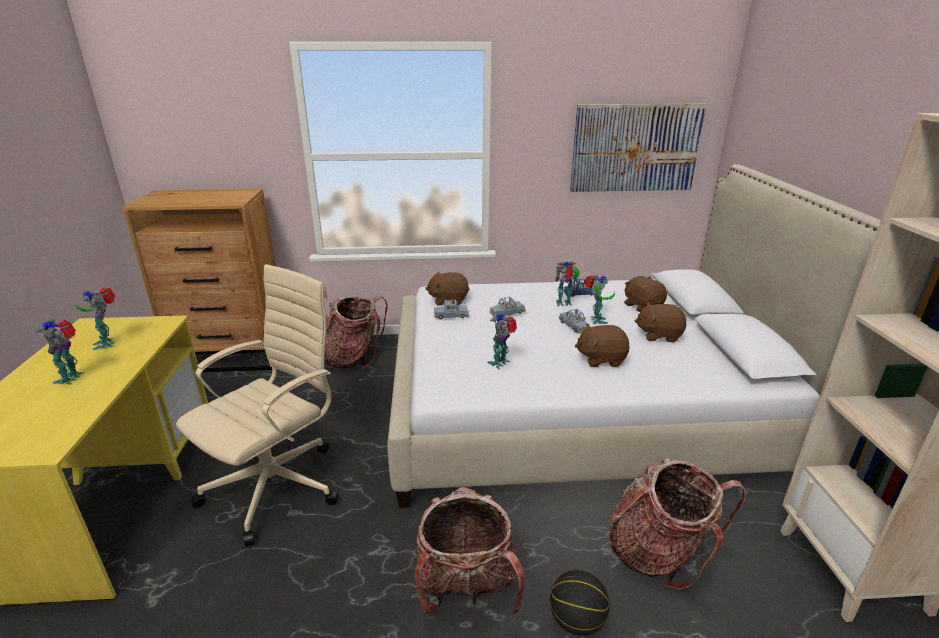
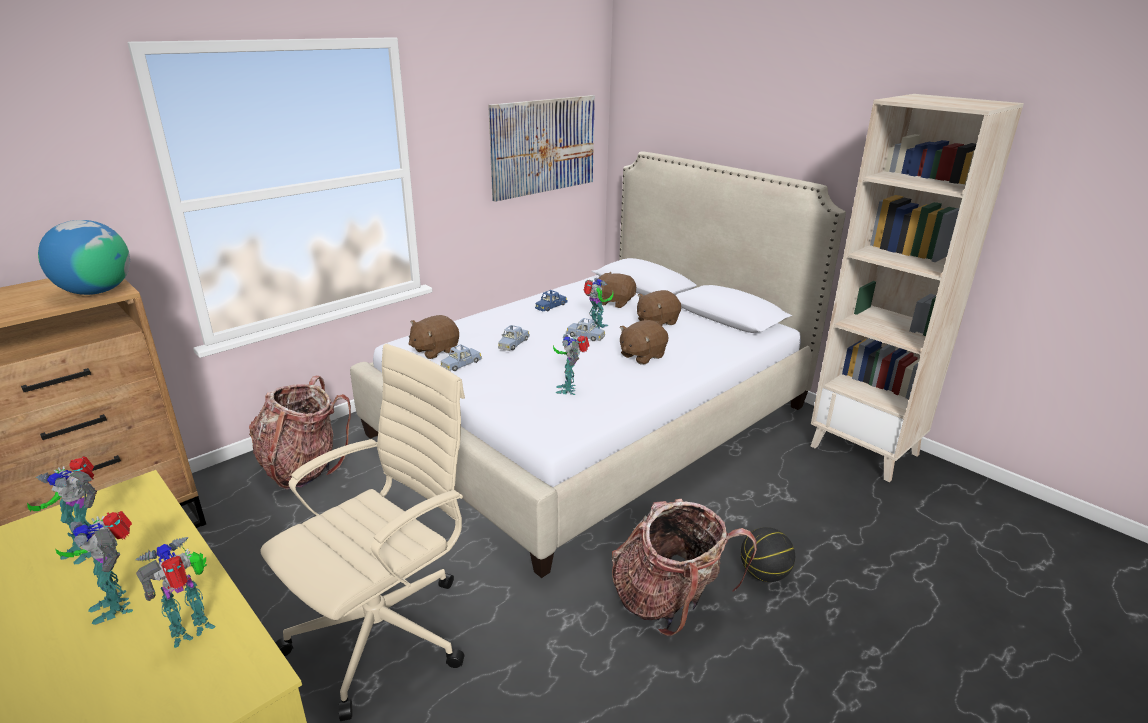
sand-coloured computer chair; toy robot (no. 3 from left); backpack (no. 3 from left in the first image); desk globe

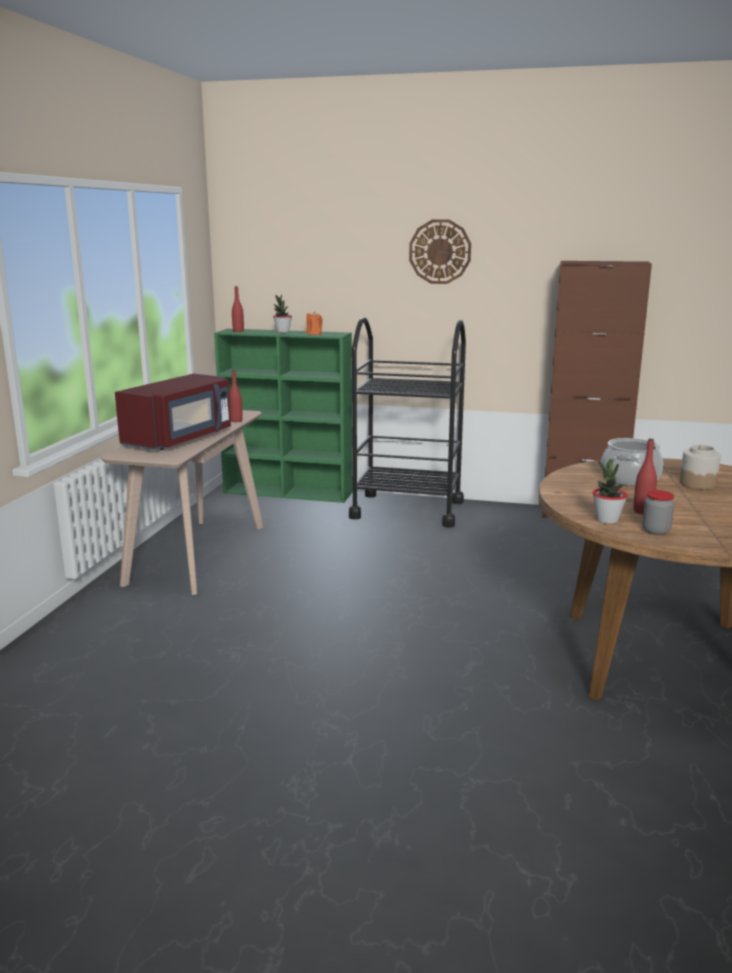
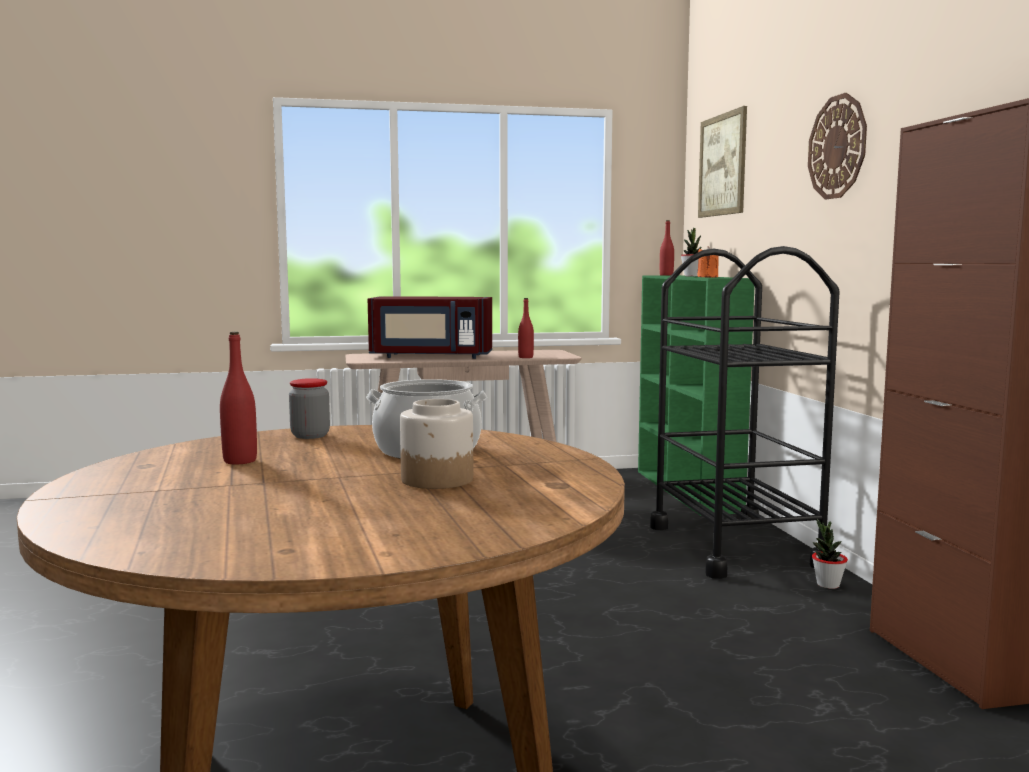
potted plant (no. 2 from left); jar (no. 1 from left); wall art

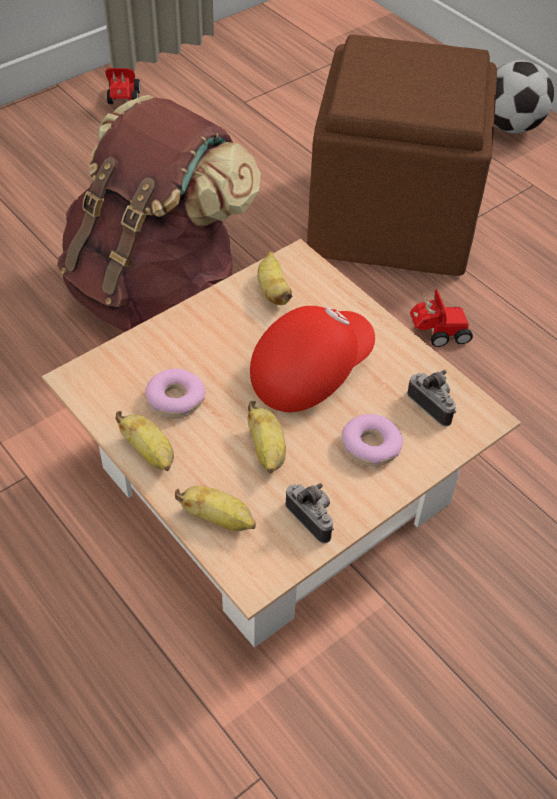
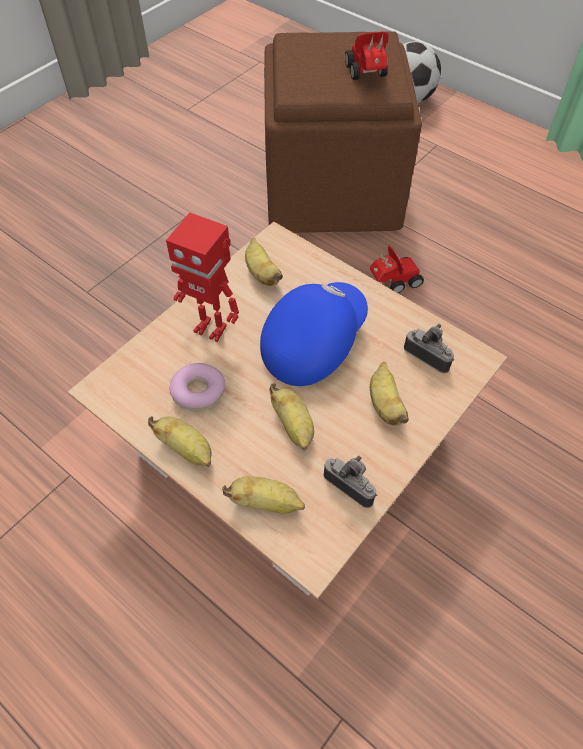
brownish backpack; miniature car (no. 1 from left); bluish baseball cap; banana fruit (no. 5 from left); toy robot

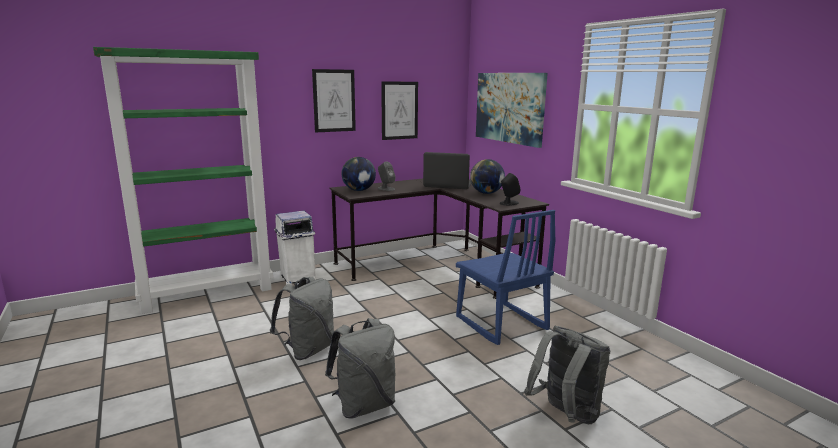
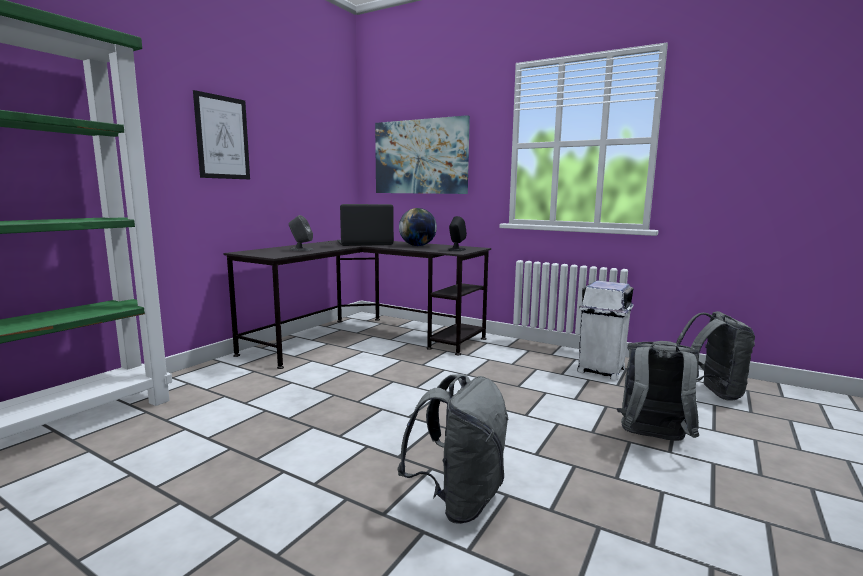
greyish backpack (no. 3 from left); white-coloured waste bin; desk globe (no. 1 from left in the first image); wall art (no. 2 from left in the first image); bluish upright chair

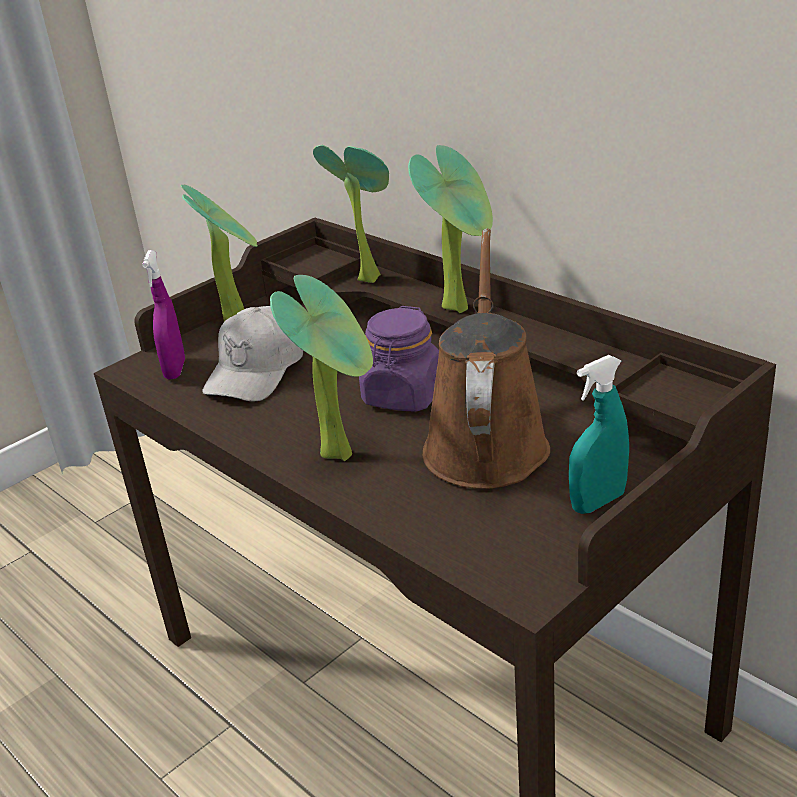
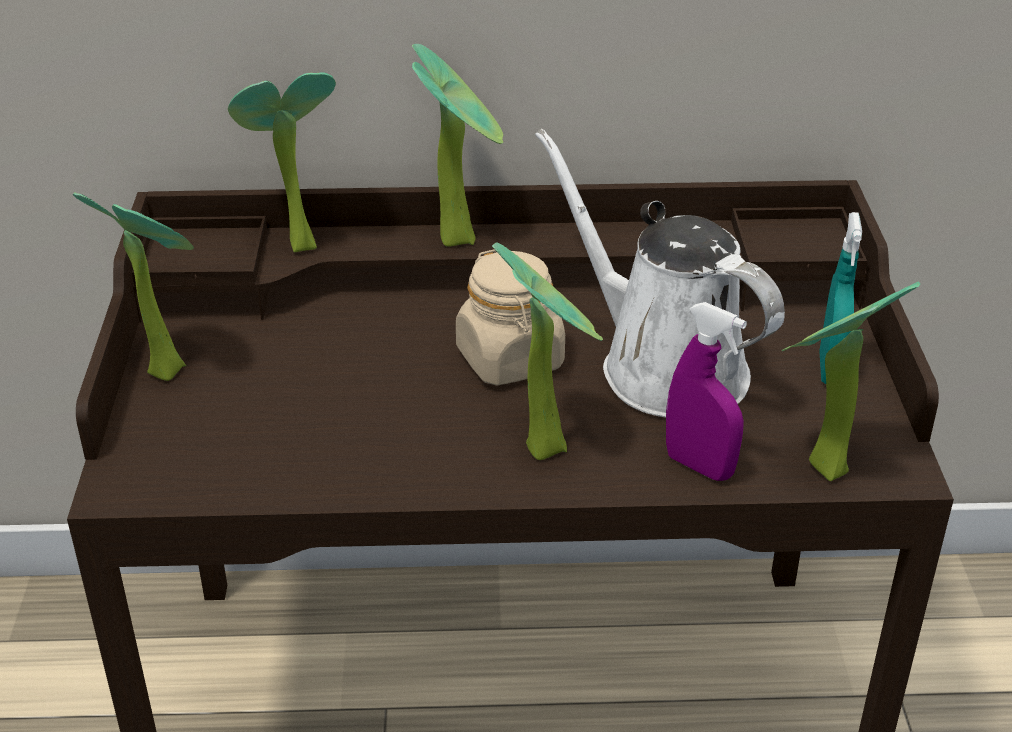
purplish sprayer; white-coloured baseball cap; sand-coloured jar; white-coloured watering can; potted plant (no. 5 from left)

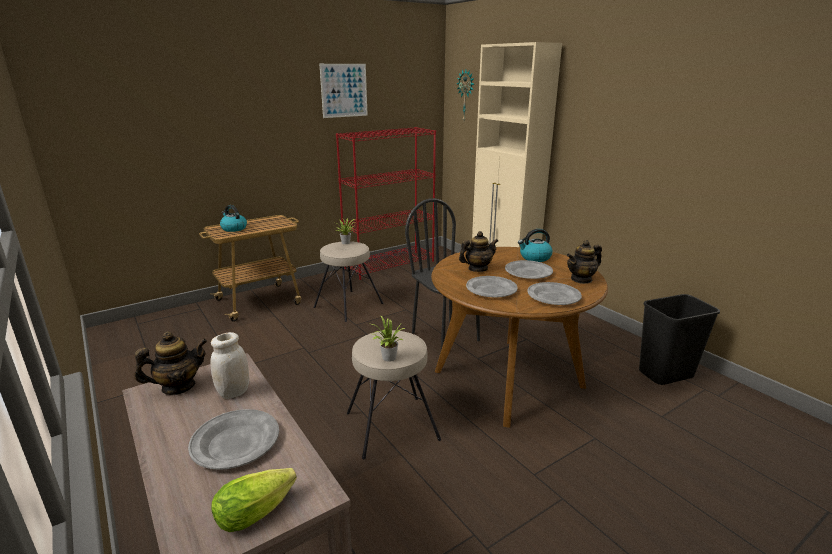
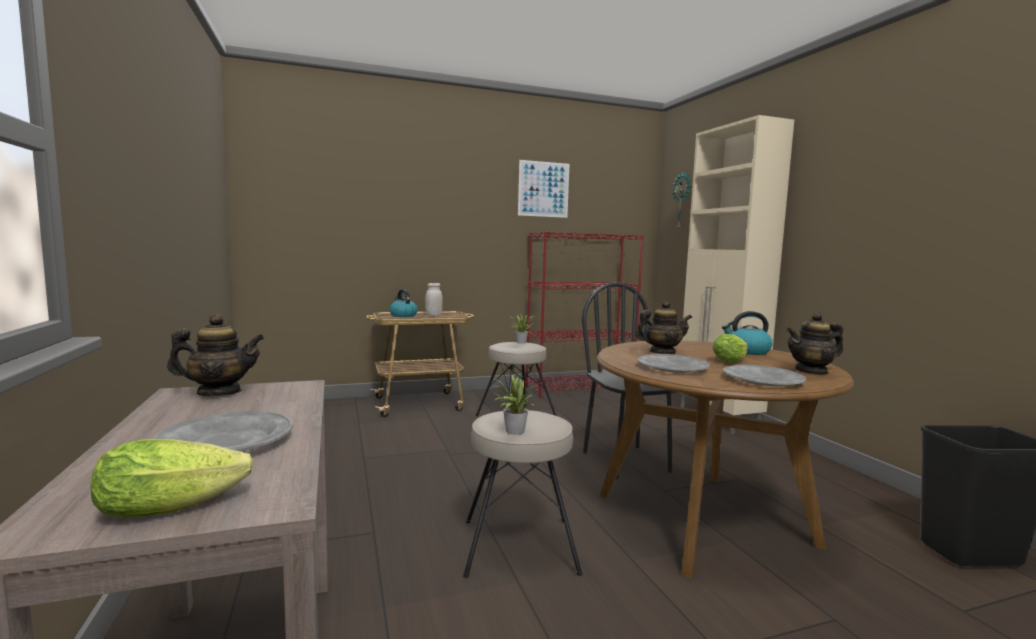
white-coloured jar; head of lettuce (no. 2 from left)

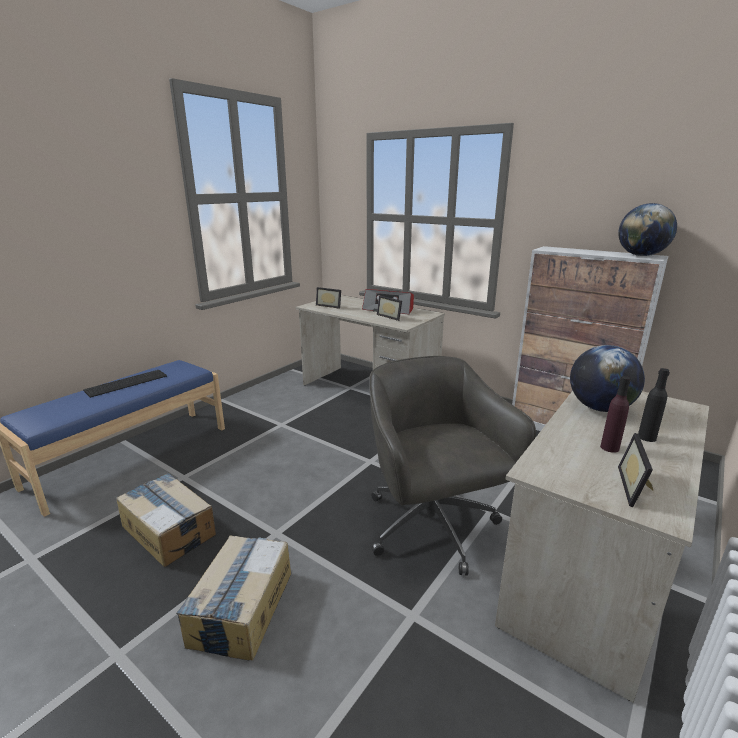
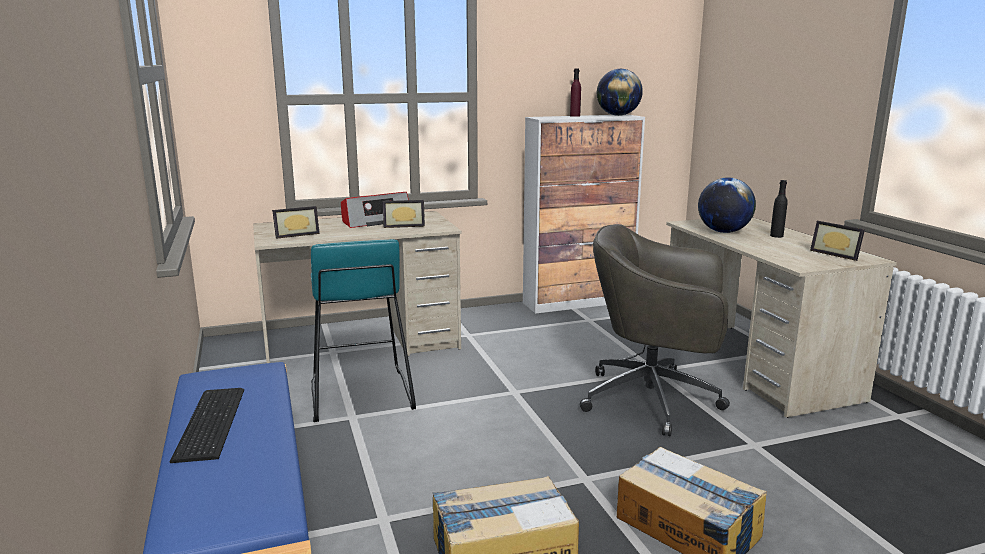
purplish bottle; turquoise sitting stool

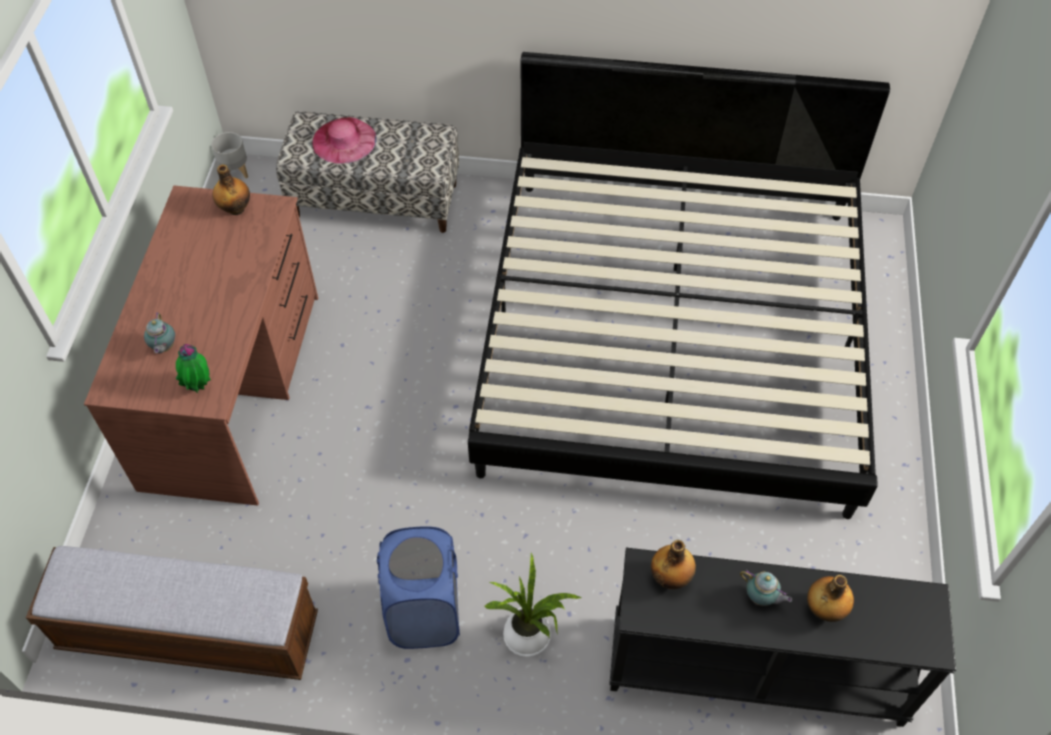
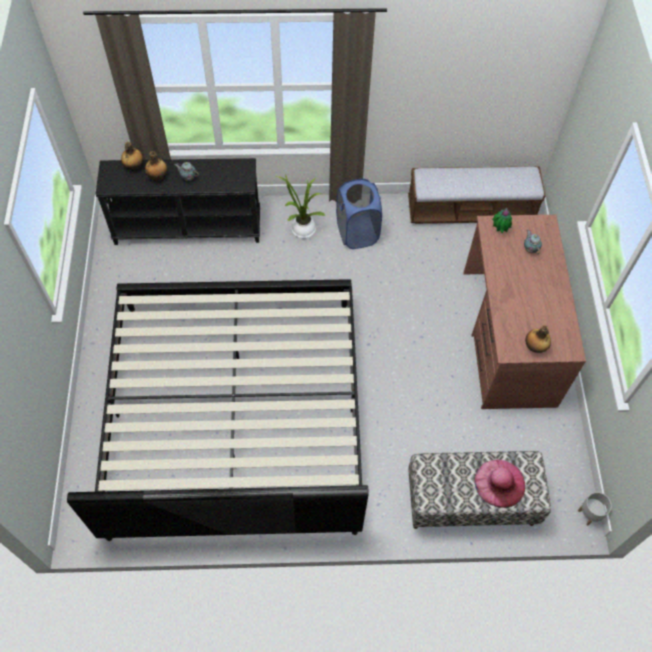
bottle (no. 1 from left)

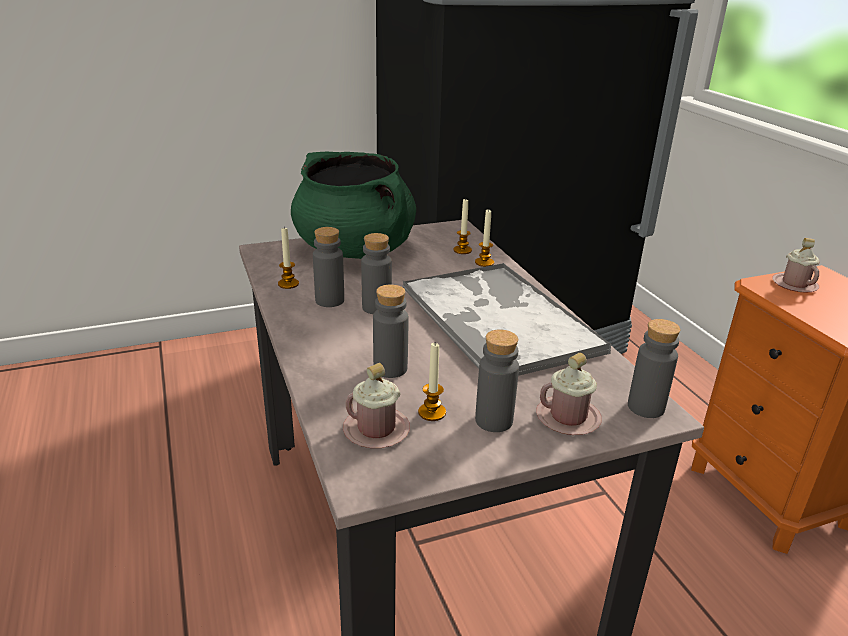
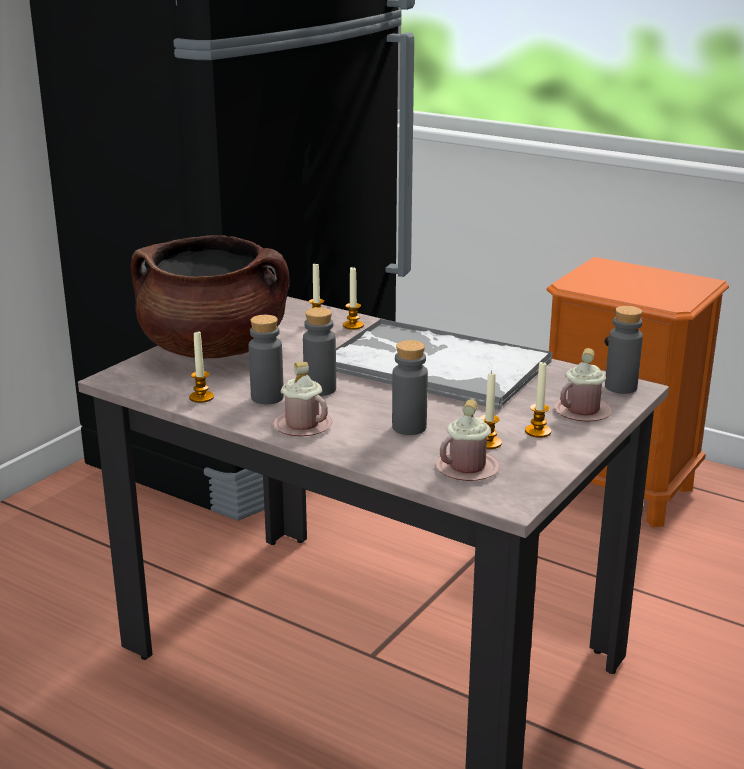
brownish stockpot; wax candle (no. 5 from left); pink mug (no. 1 from left)

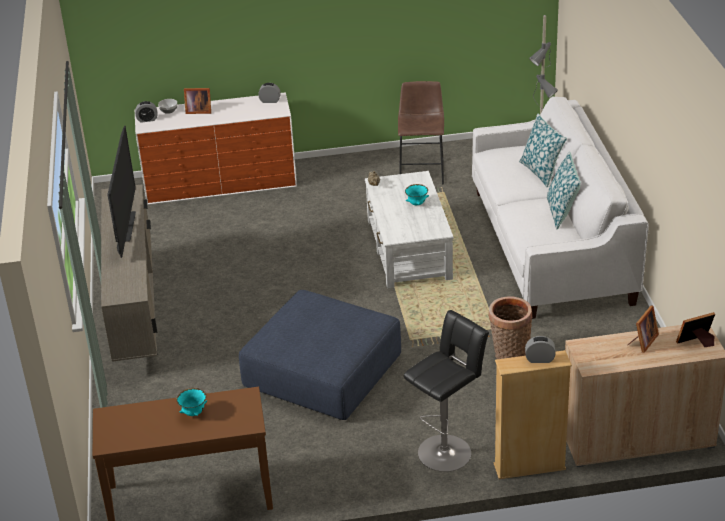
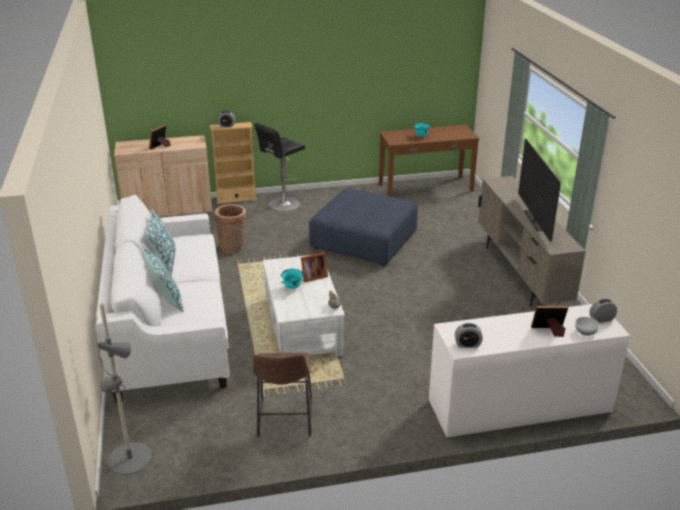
picture frame (no. 2 from left)

